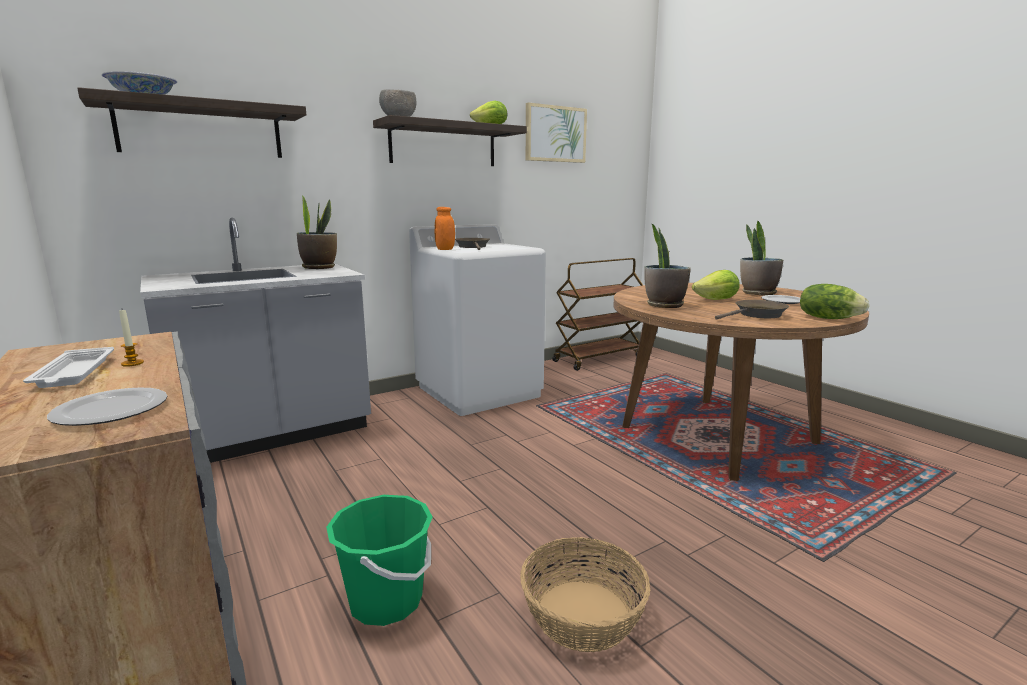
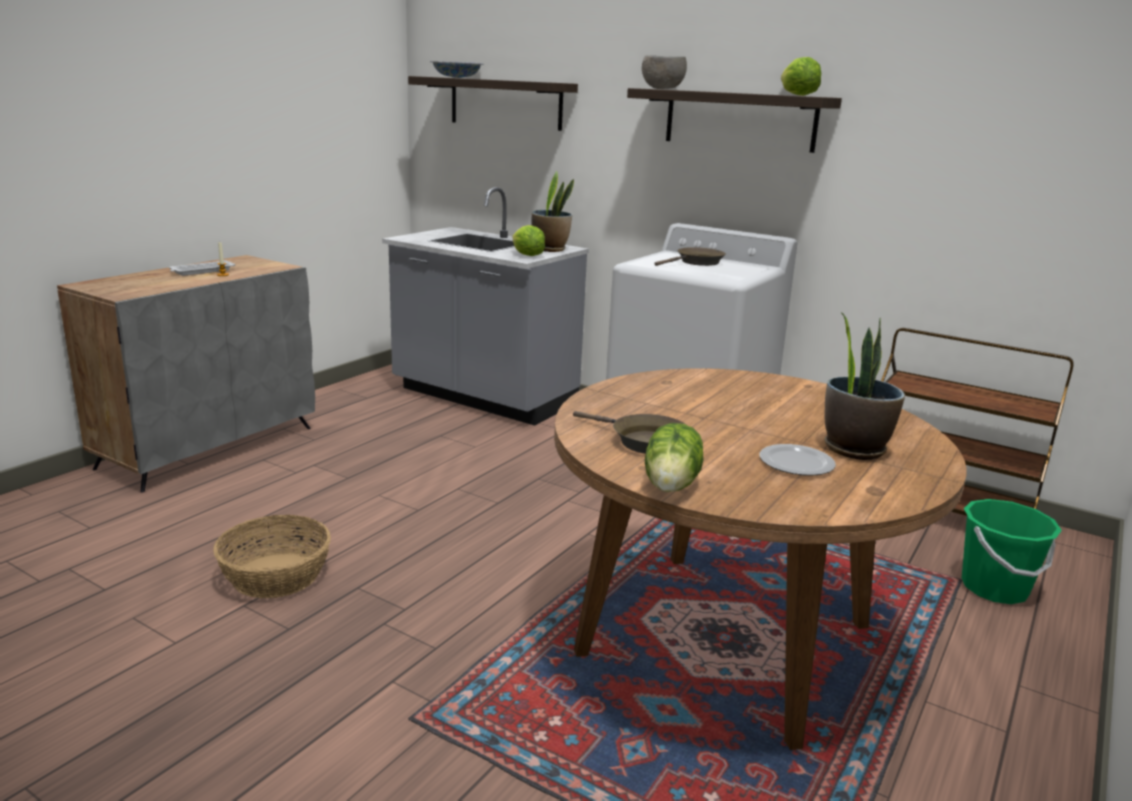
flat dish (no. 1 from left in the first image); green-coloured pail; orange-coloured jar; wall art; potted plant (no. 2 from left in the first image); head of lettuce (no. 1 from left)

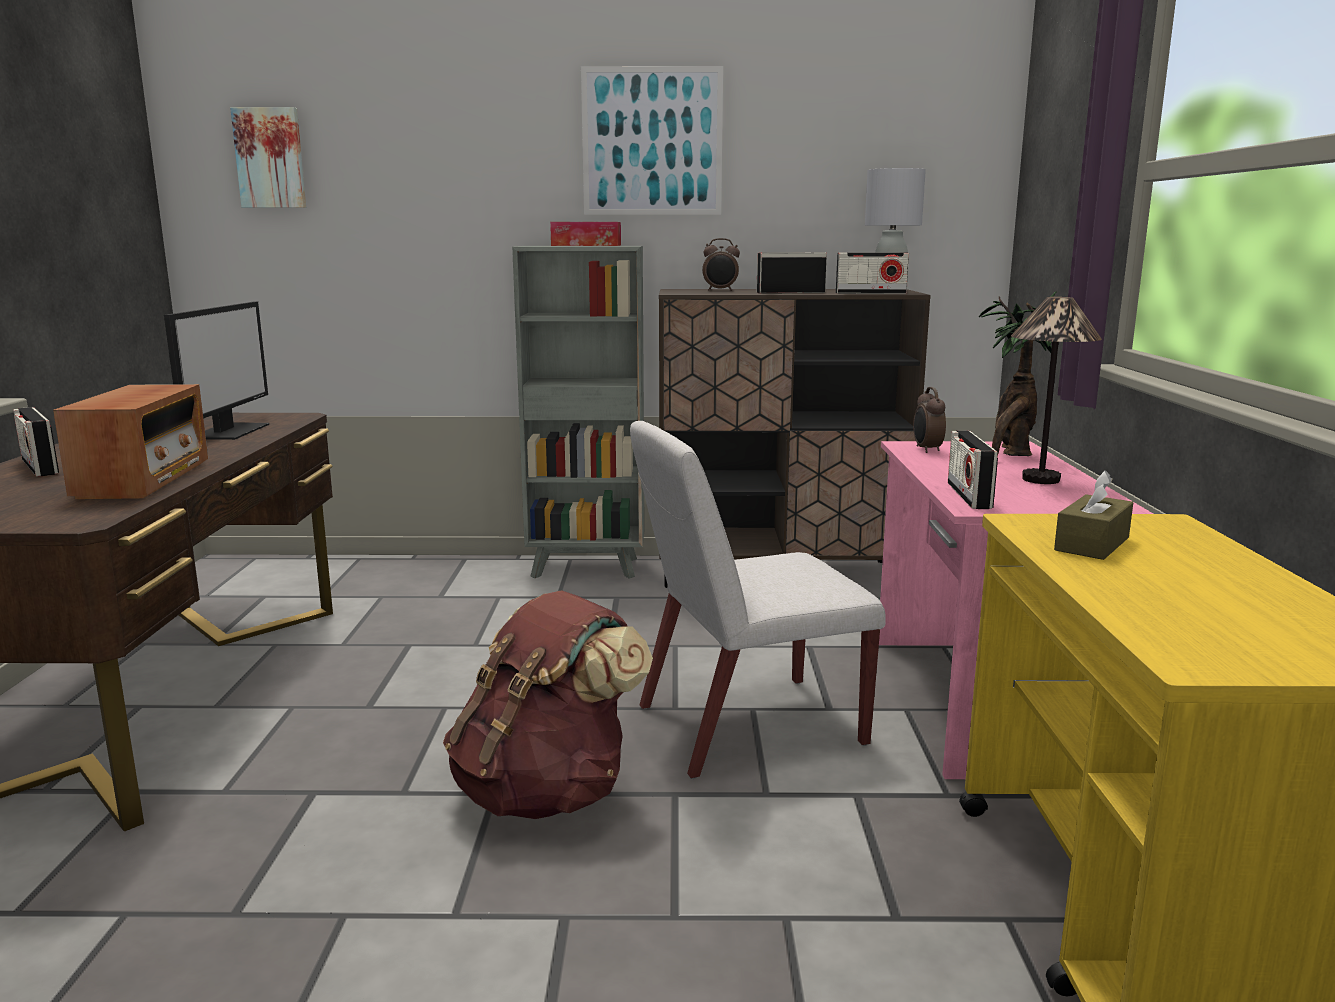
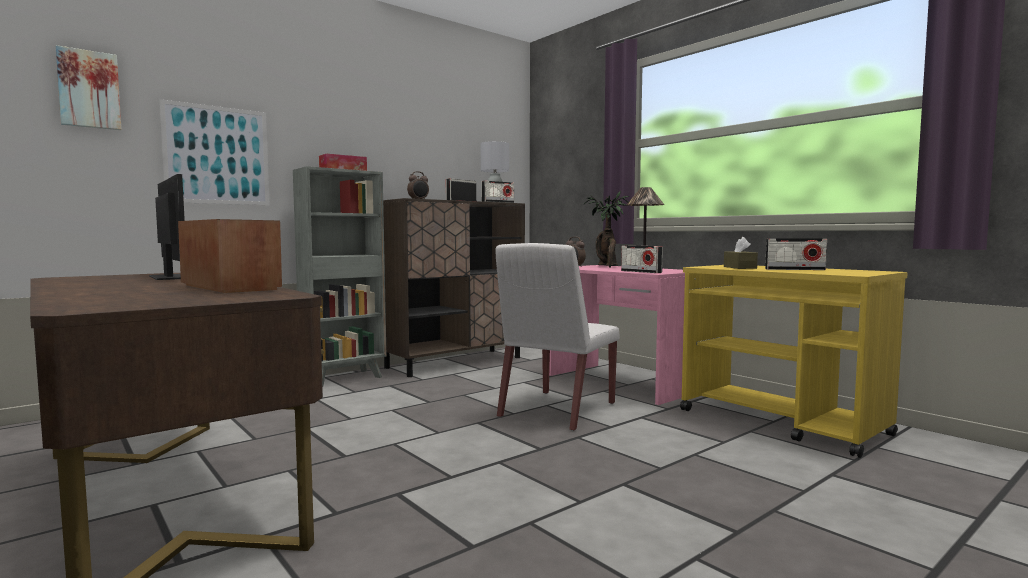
radio receiver (no. 5 from left); brownish backpack; wall art (no. 2 from left)

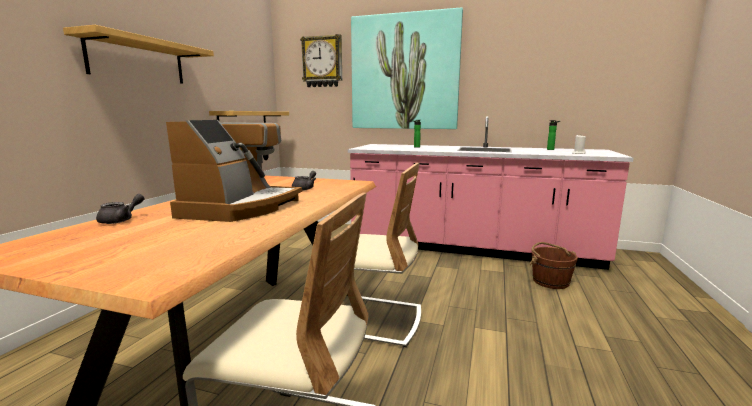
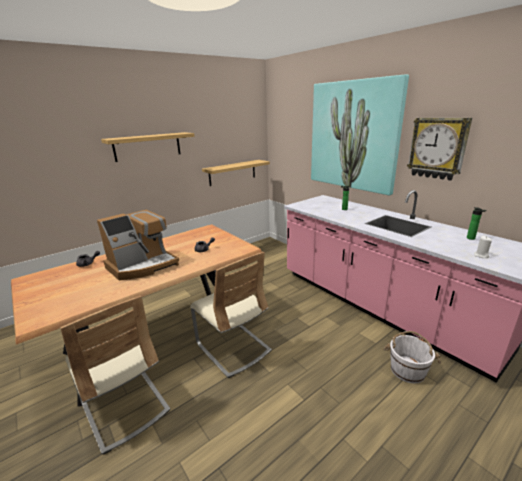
wall clock; white-coloured pail

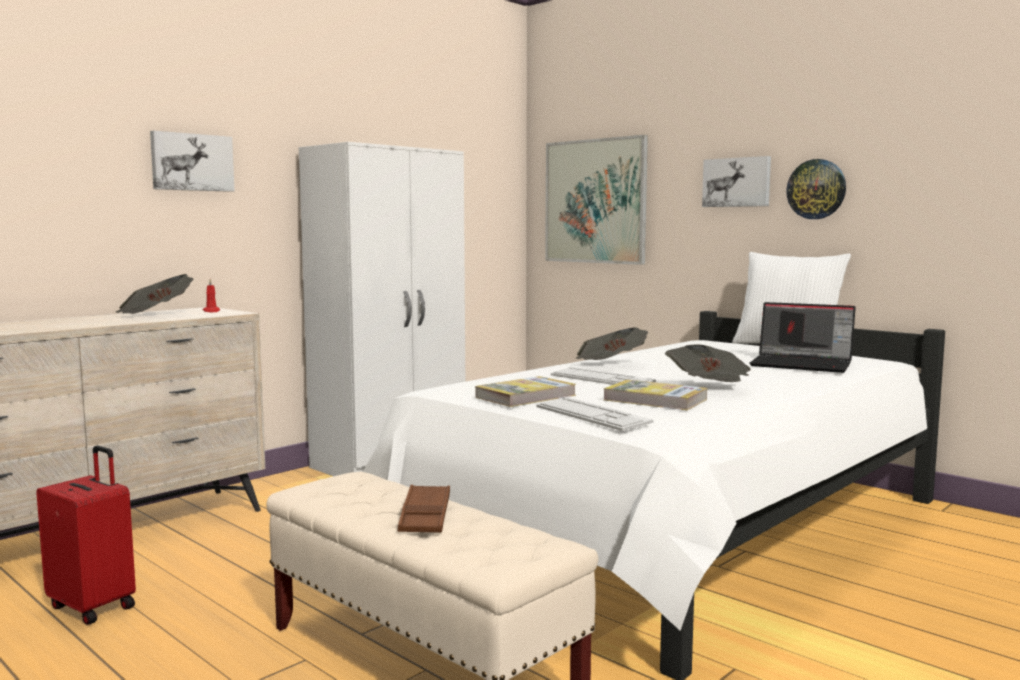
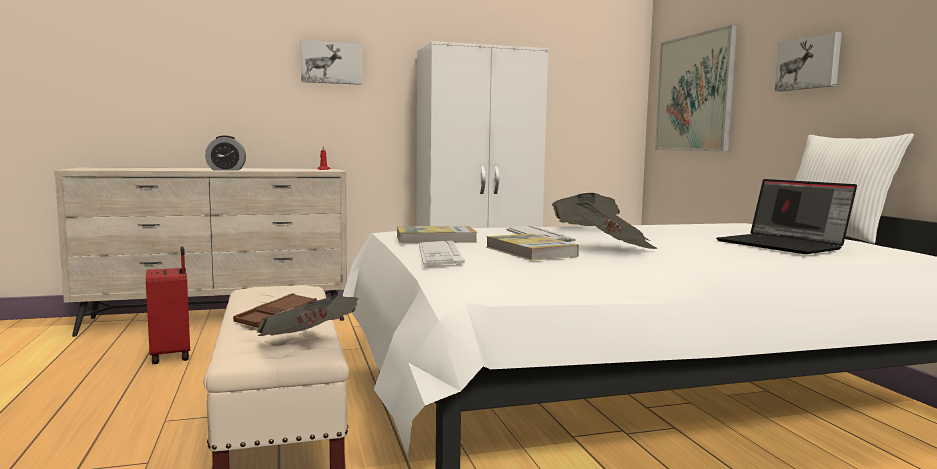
newspaper (no. 1 from left); wall clock; table clock

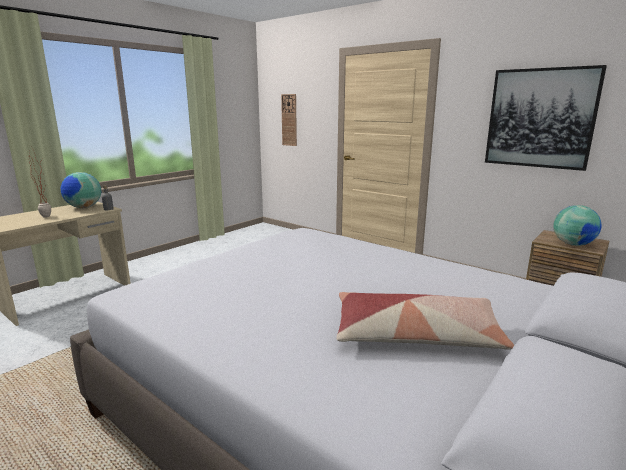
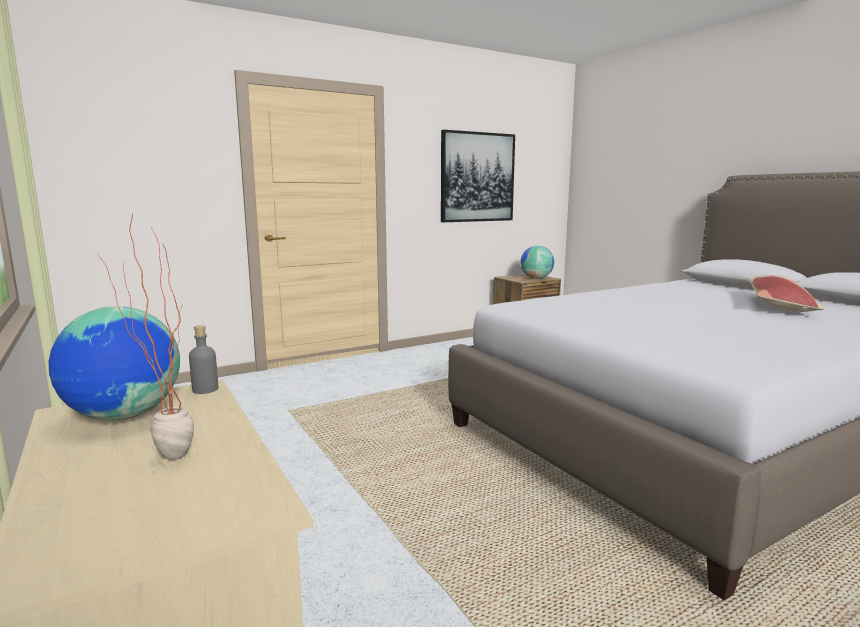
wall clock

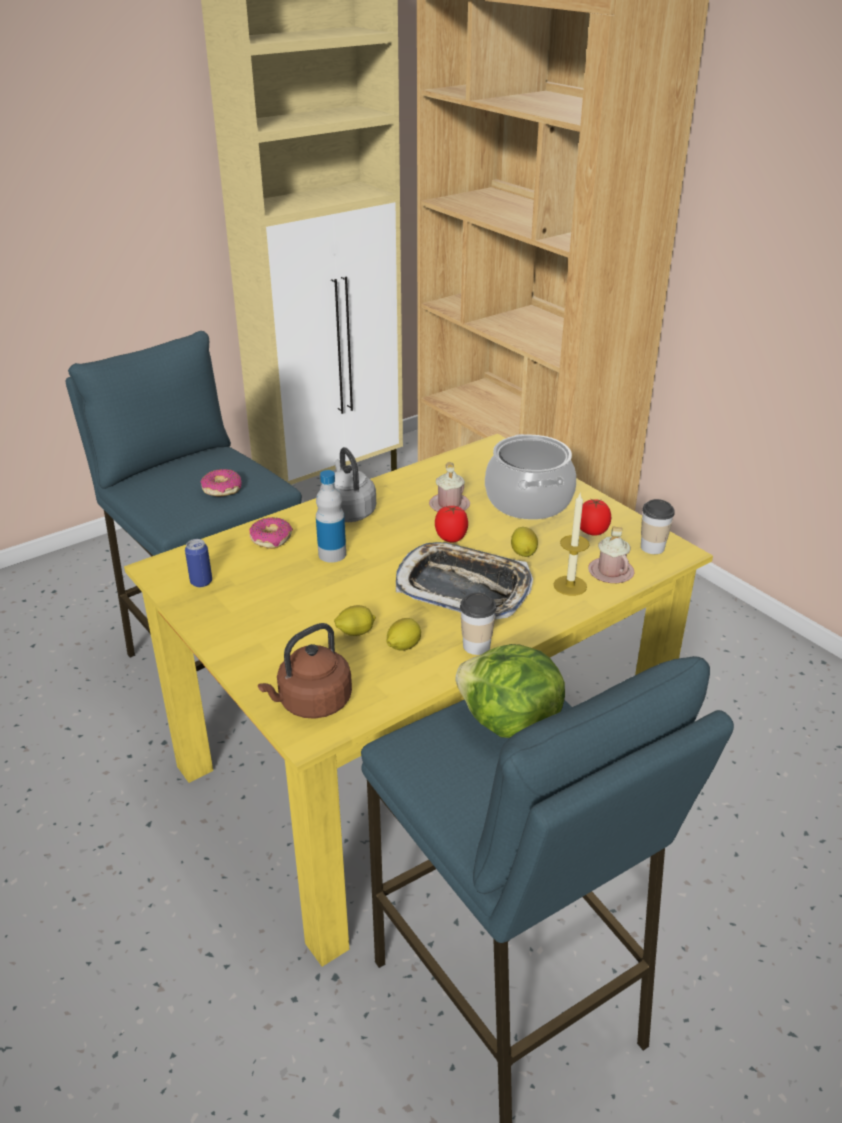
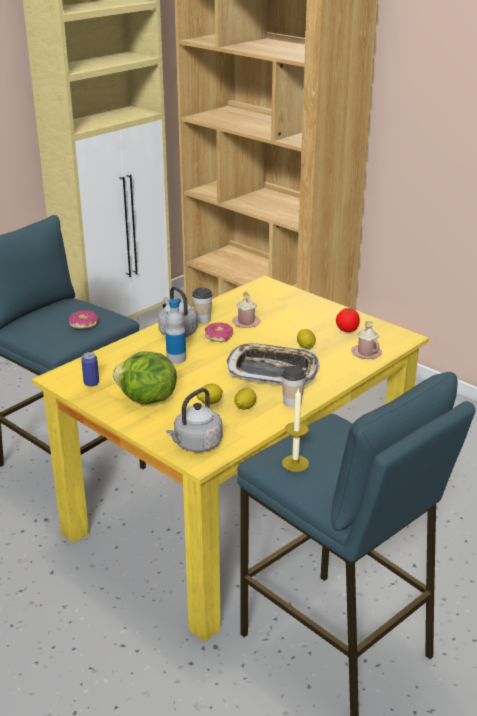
ring doughnut (no. 2 from left); greyish water kettle (no. 2 from left); tomato (no. 1 from left in the first image); head of lettuce; stockpot; wax candle; cup (no. 1 from left)

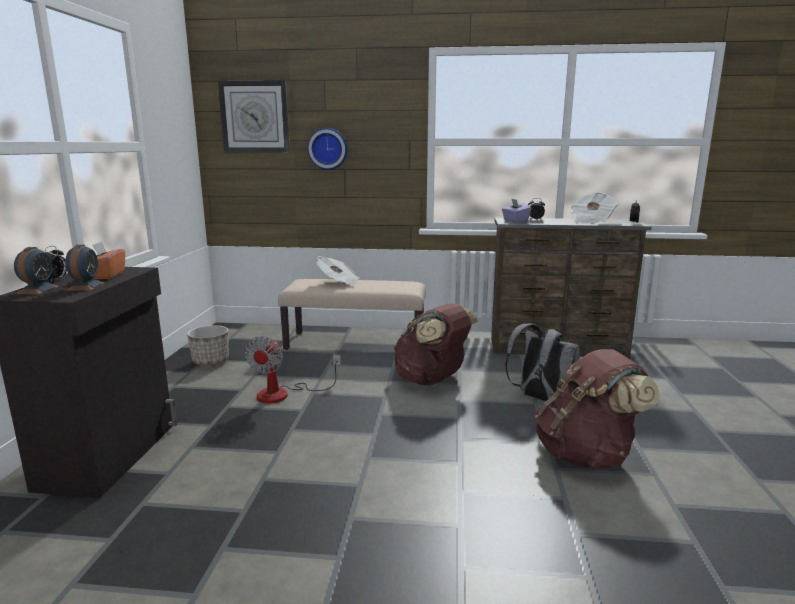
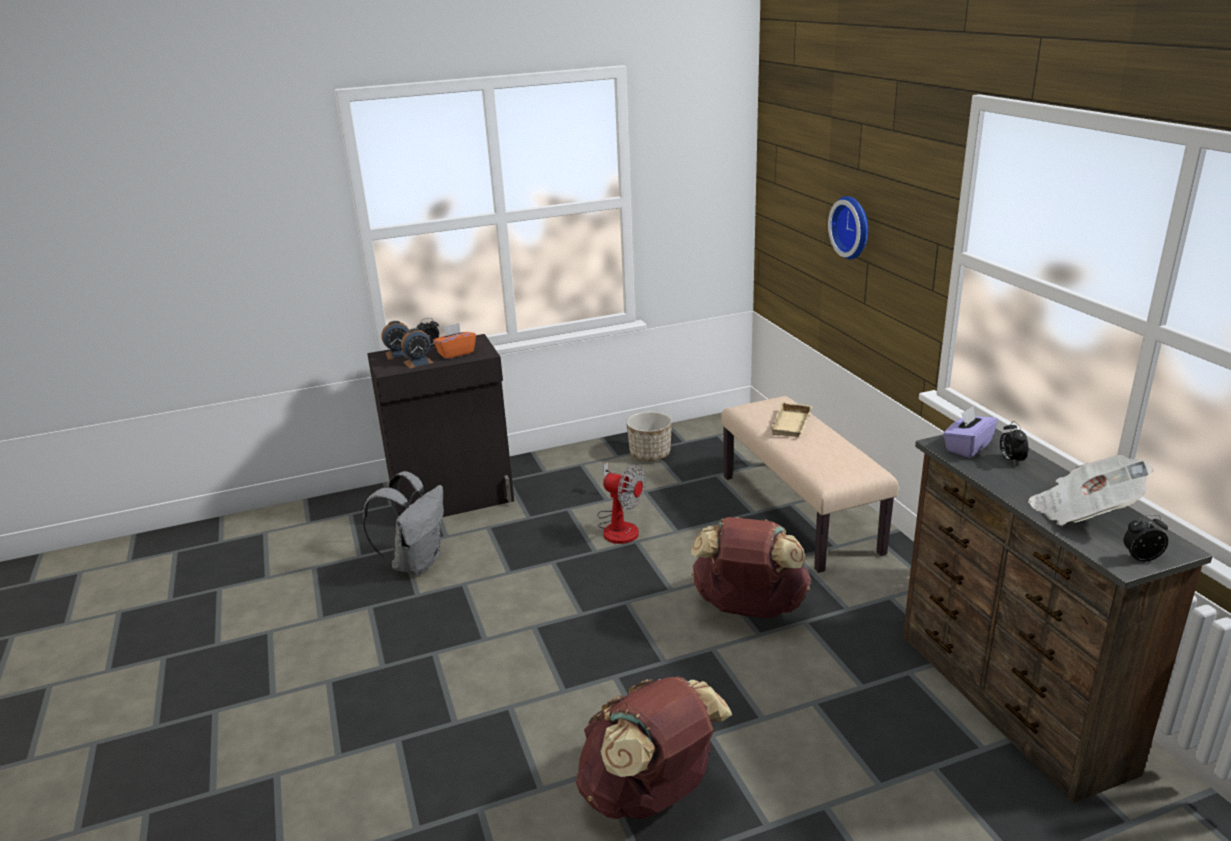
wall clock (no. 1 from left in the first image); cooling fan; sand-coloured tray; greyish backpack

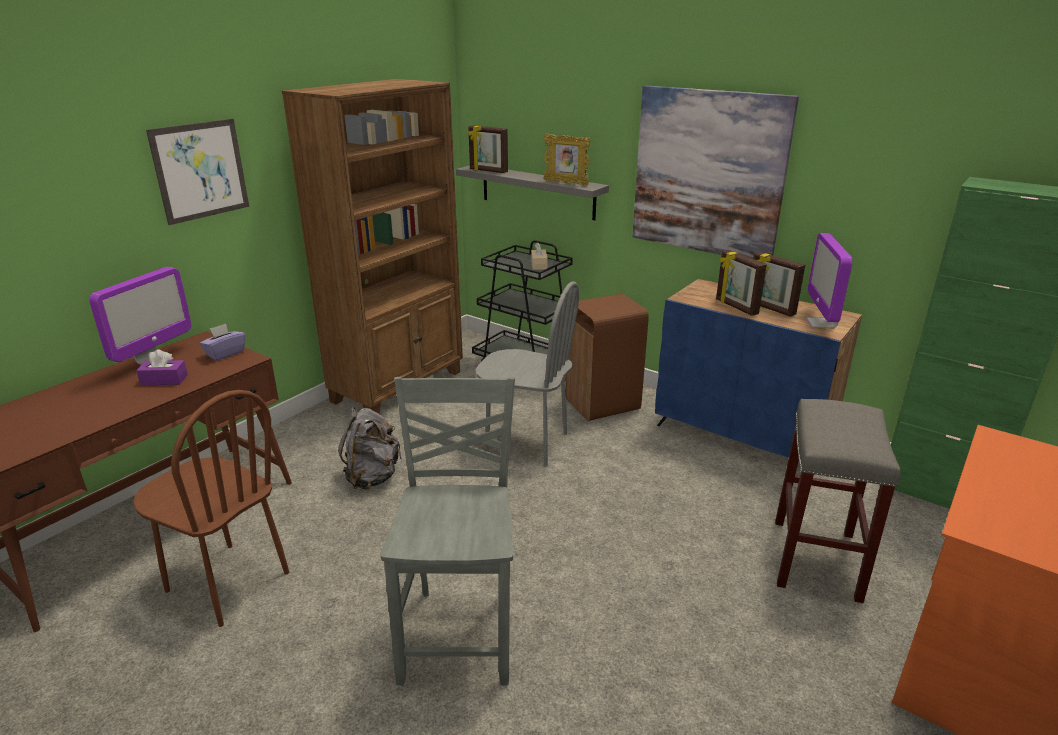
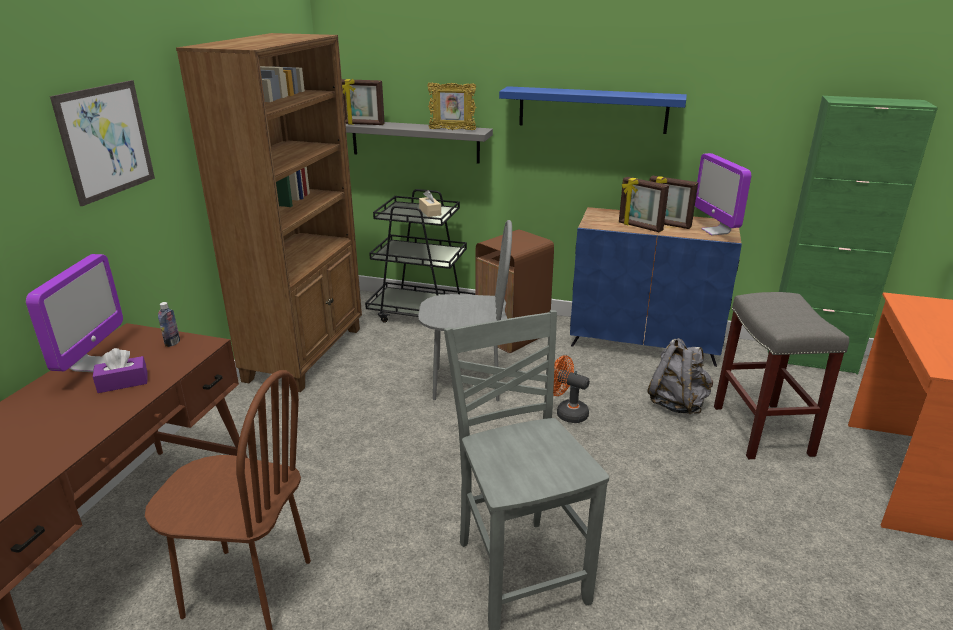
bottle; greyish backpack; bluish wall shelf; orange-coloured cooling fan

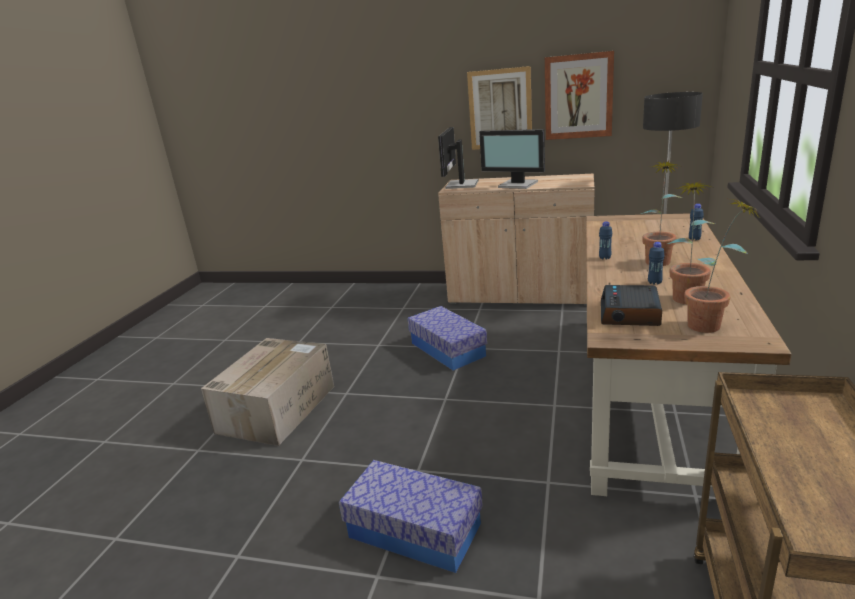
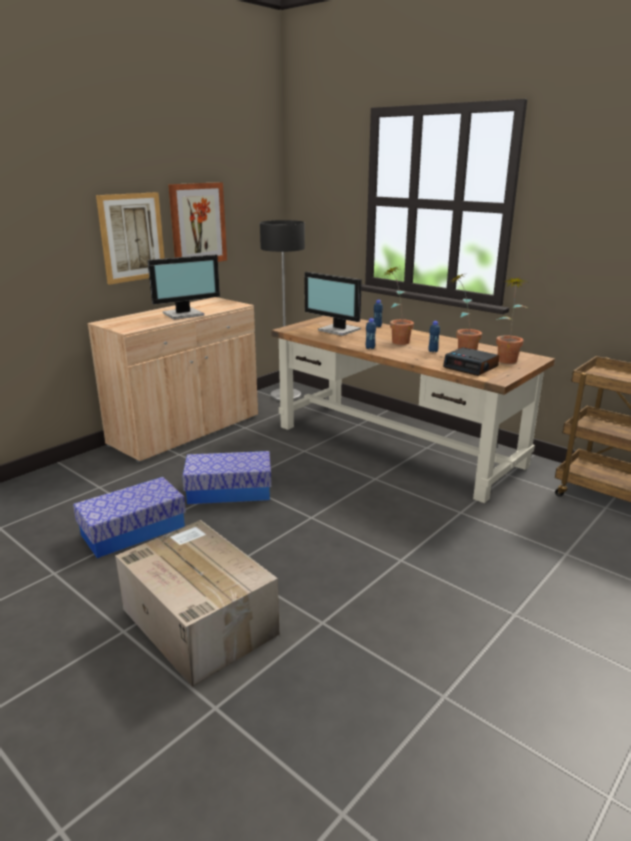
storage container (no. 1 from left); computer display (no. 2 from left)

